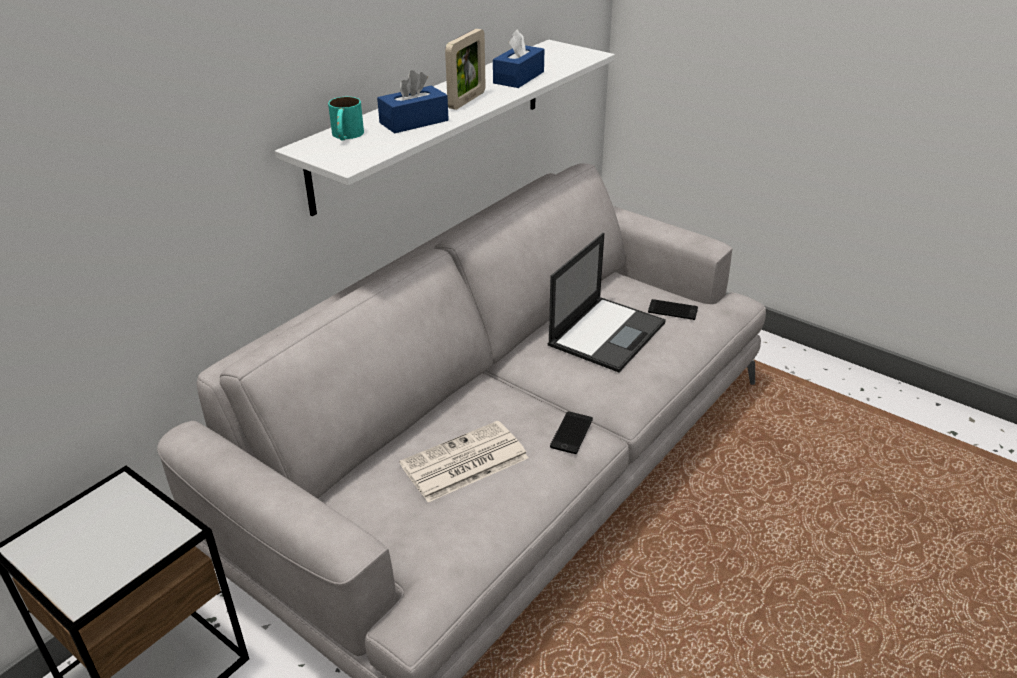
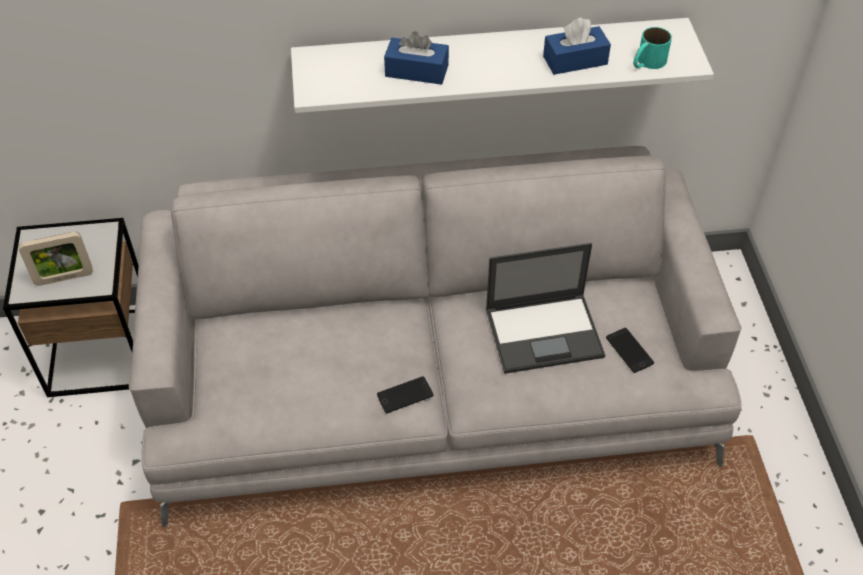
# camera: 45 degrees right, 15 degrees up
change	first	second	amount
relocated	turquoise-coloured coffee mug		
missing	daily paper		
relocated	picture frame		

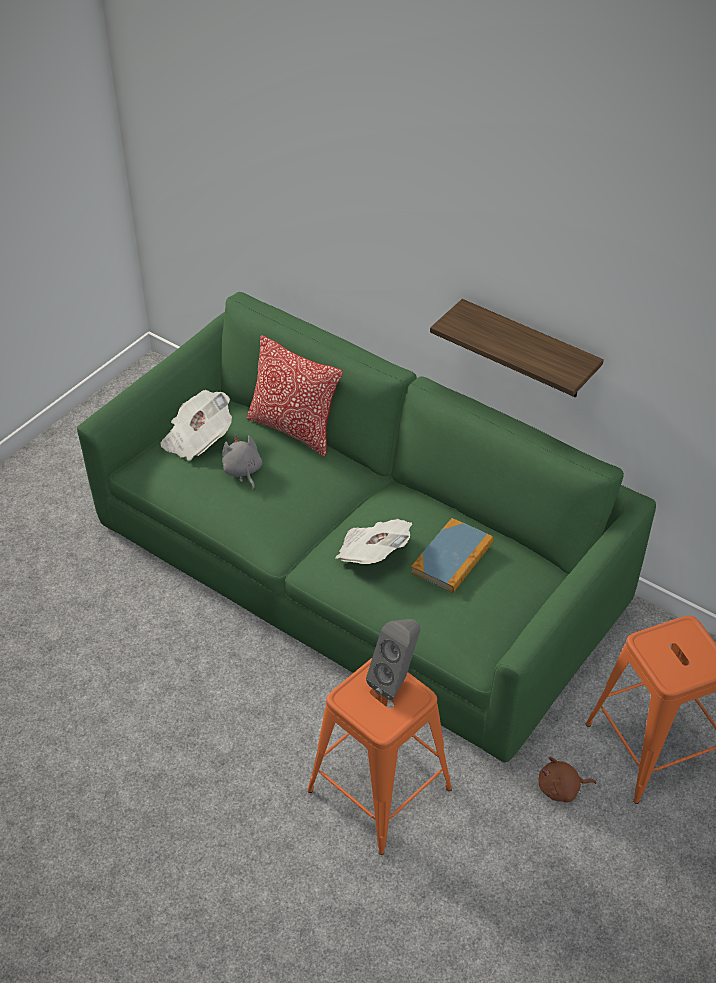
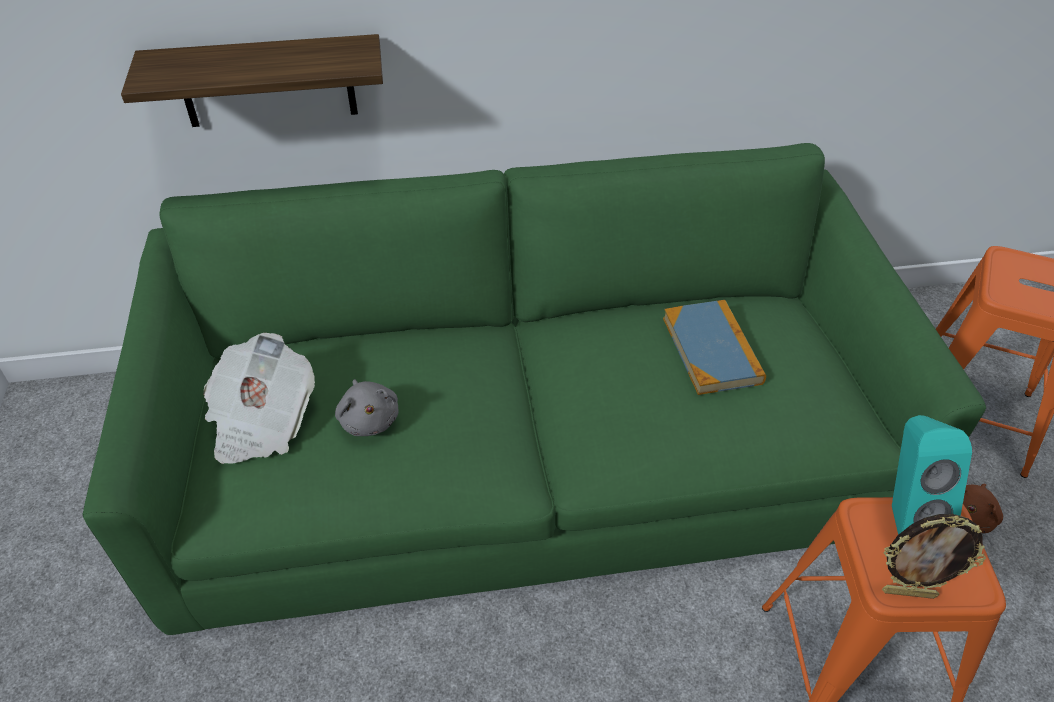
# camera: 45 degrees left, 0 degrees up
change	first	second	amount
spun	greyish soft toy		135 degrees counterclockwise
missing	cushion		
missing	daily paper (no. 2 from left)		
colour	greyish loudspeaker	turquoise-coloured loudspeaker	
relocated	wall shelf		
appeared		picture frame	

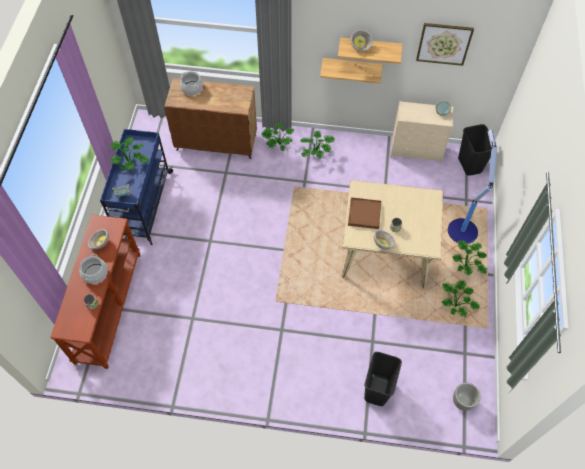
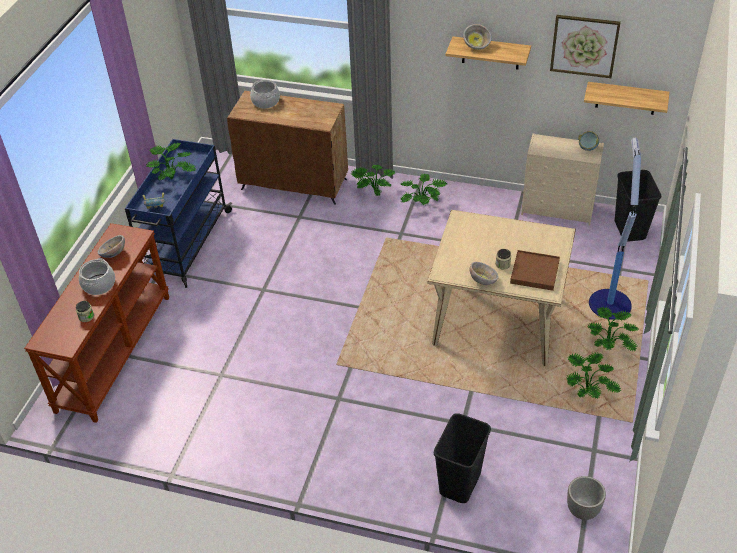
# camera: 10 degrees right, 15 degrees down
change	first	second	amount
relocated	wall shelf (no. 1 from left in the first image)	wall shelf (no. 2 from left)	
relocated	brown carrying tray		

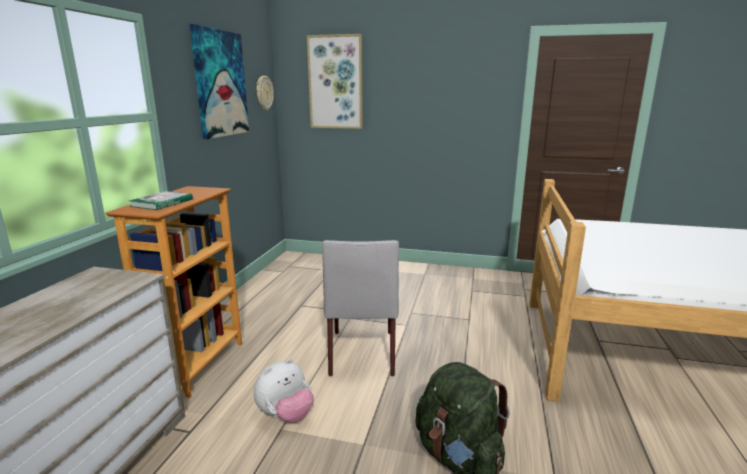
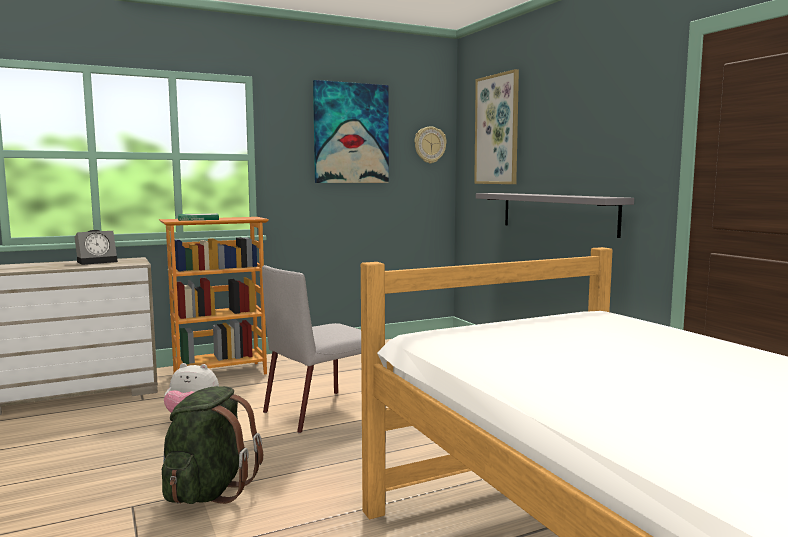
# camera: 50 degrees right, 10 degrees down
change	first	second	amount
appeared		table clock	
appeared		greyish wall shelf	

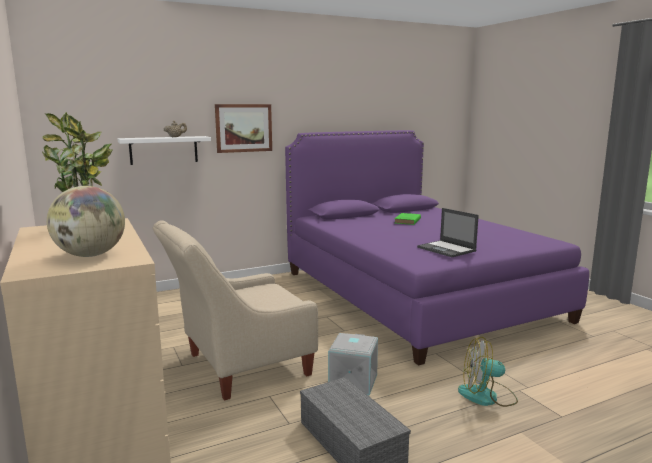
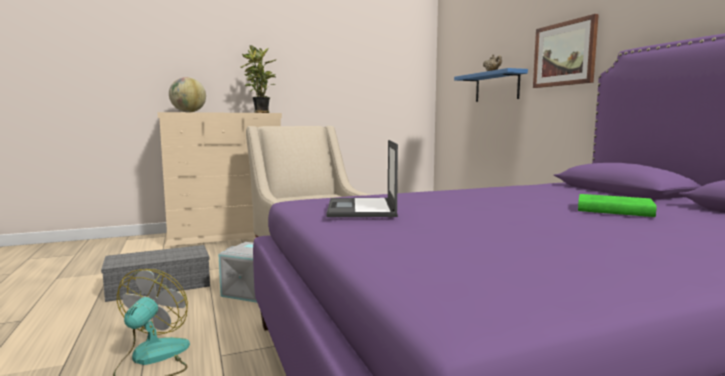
# camera: 95 degrees right, 5 degrees down
change	first	second	amount
colour	white wall shelf	blue wall shelf	
spun	laptop		60 degrees counterclockwise

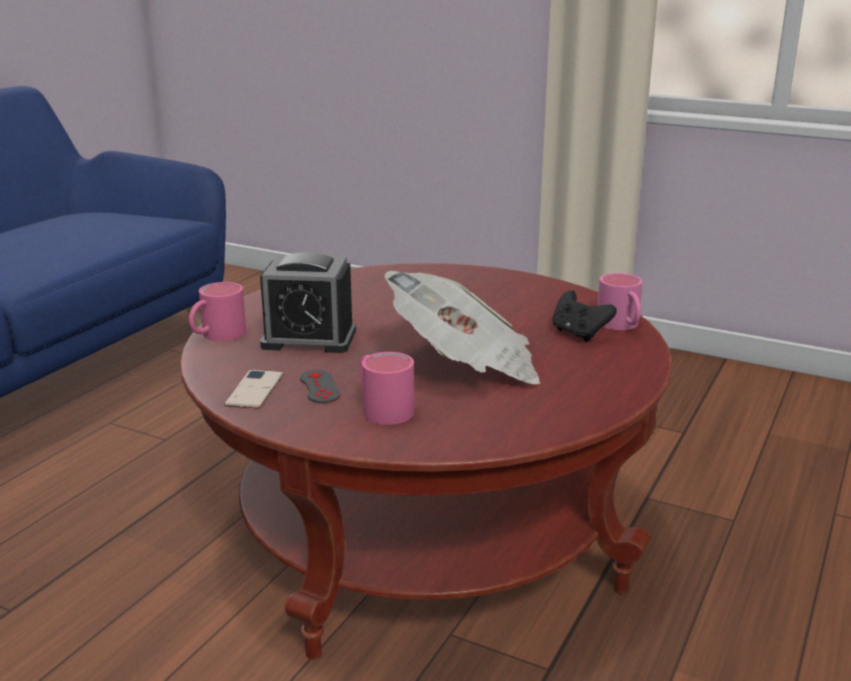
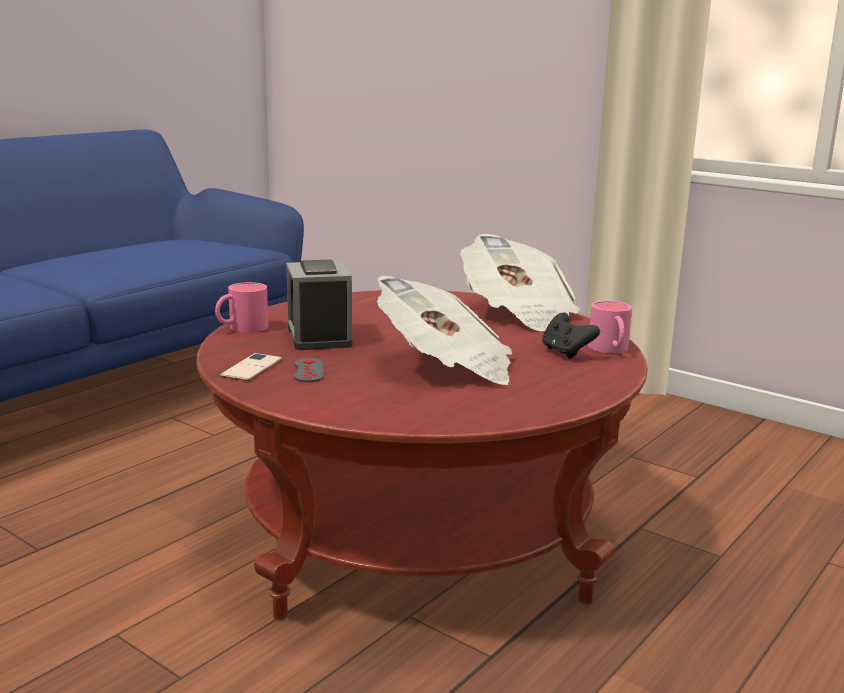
# camera: 10 degrees right, 5 degrees down
change	first	second	amount
spun	table clock		60 degrees clockwise
missing	pinkish coffee mug (no. 2 from left)		
appeared		daily paper (no. 2 from left)	

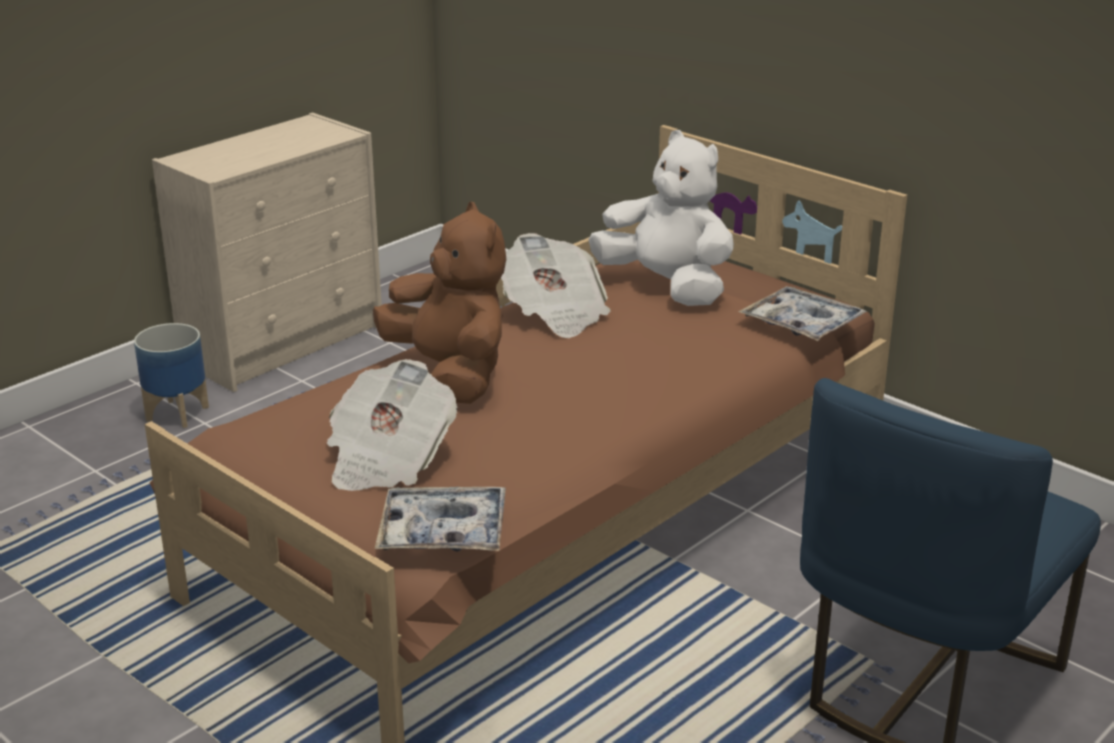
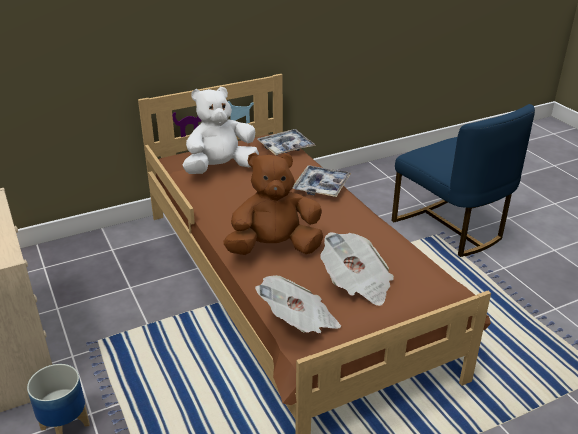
# camera: 70 degrees left, 5 degrees up
change	first	second	amount
relocated	carrying tray (no. 1 from left in the first image)	carrying tray (no. 2 from left)	
relocated	daily paper (no. 2 from left in the first image)	daily paper (no. 1 from left)	

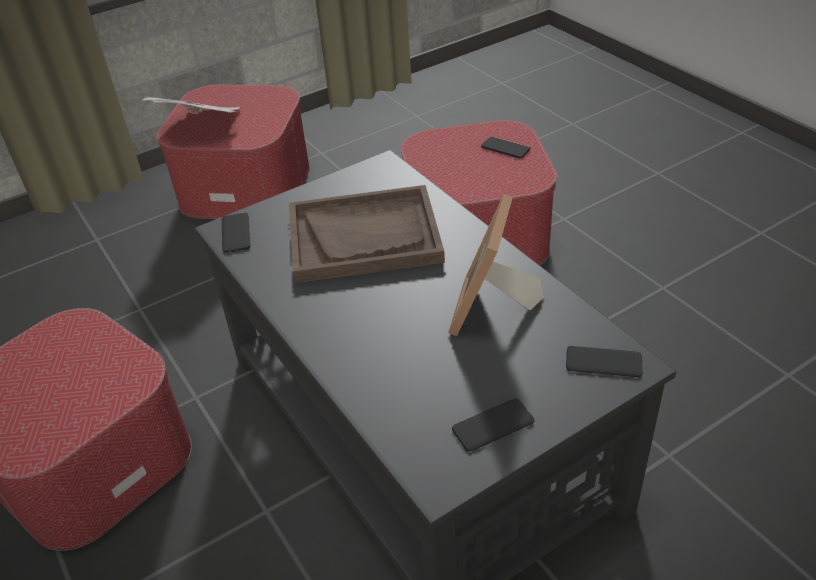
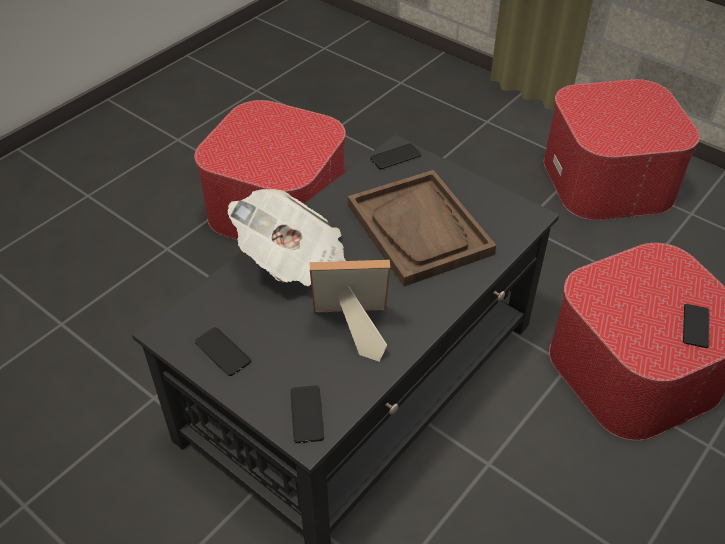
# camera: 70 degrees right, 5 degrees up
change	first	second	amount
relocated	daily paper		

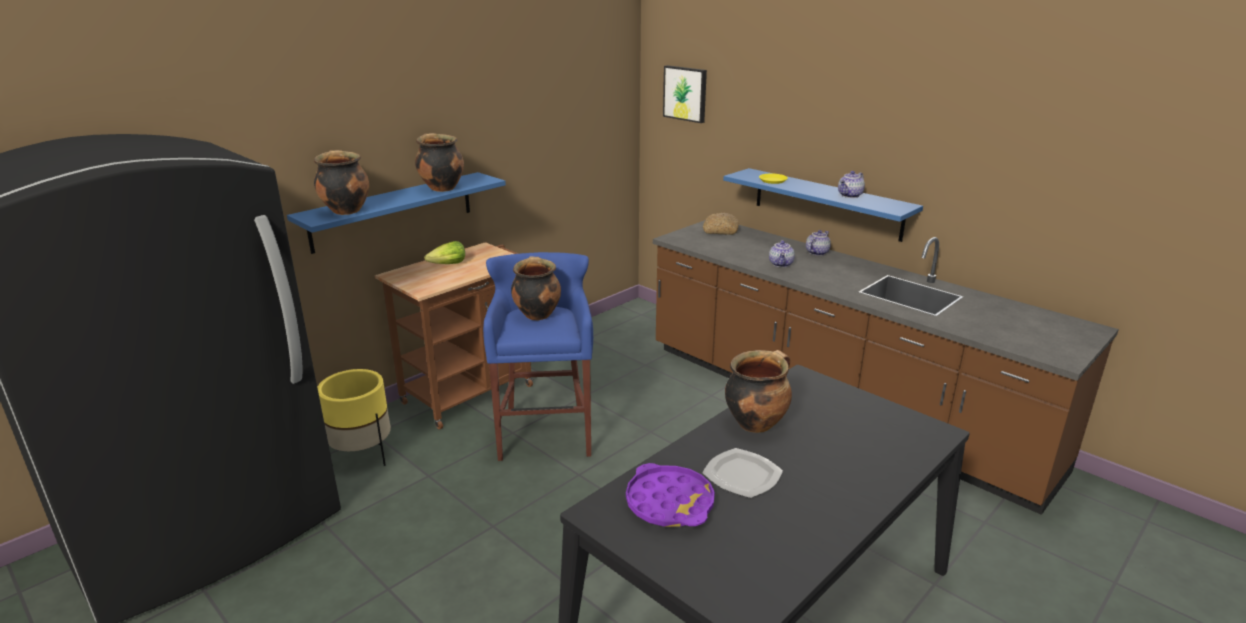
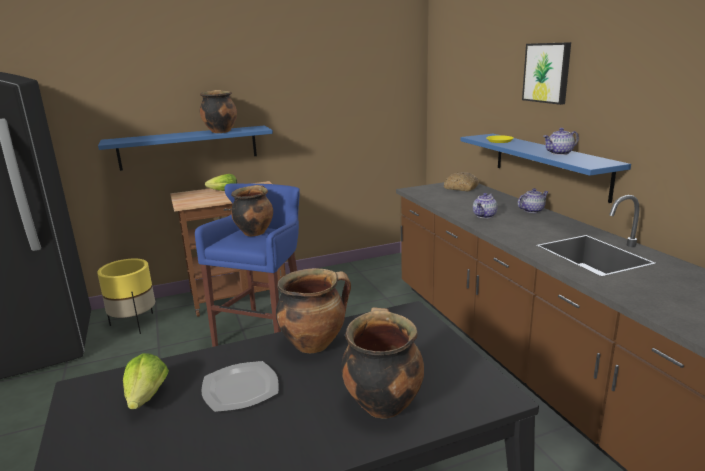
# camera: 25 degrees right, 5 degrees down
change	first	second	amount
relocated	saucepot (no. 1 from left in the first image)	saucepot (no. 4 from left)	
exchanged	purple-coloured carrying tray	head of lettuce (no. 1 from left)	
relocated	wall picture		

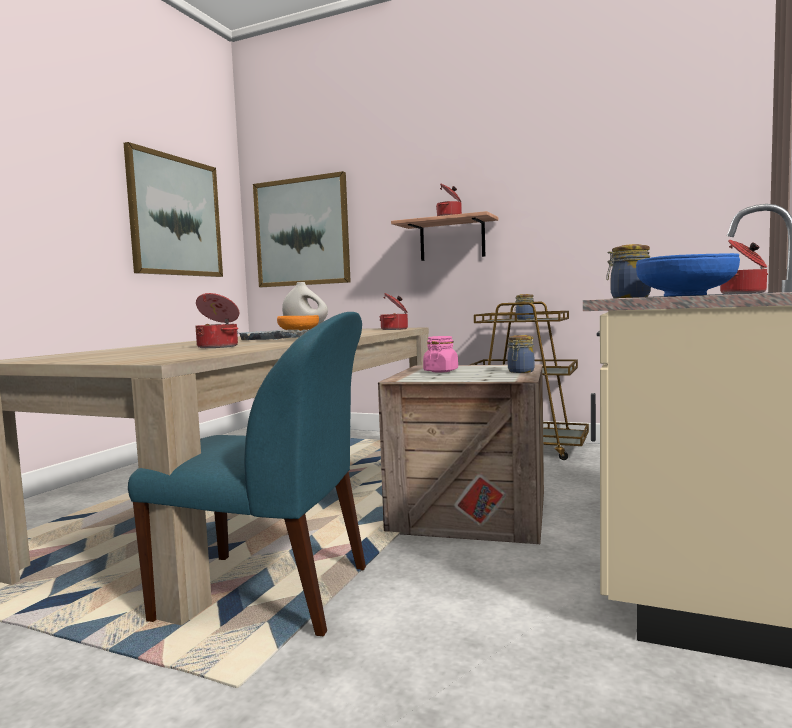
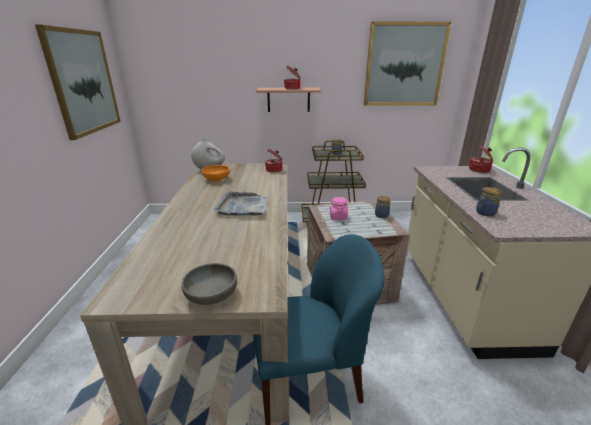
# camera: 25 degrees left, 20 degrees up
change	first	second	amount
missing	saucepot (no. 1 from left)		
relocated	wall picture (no. 2 from left)		
missing	blue serving bowl		
appeared		greyish serving bowl	

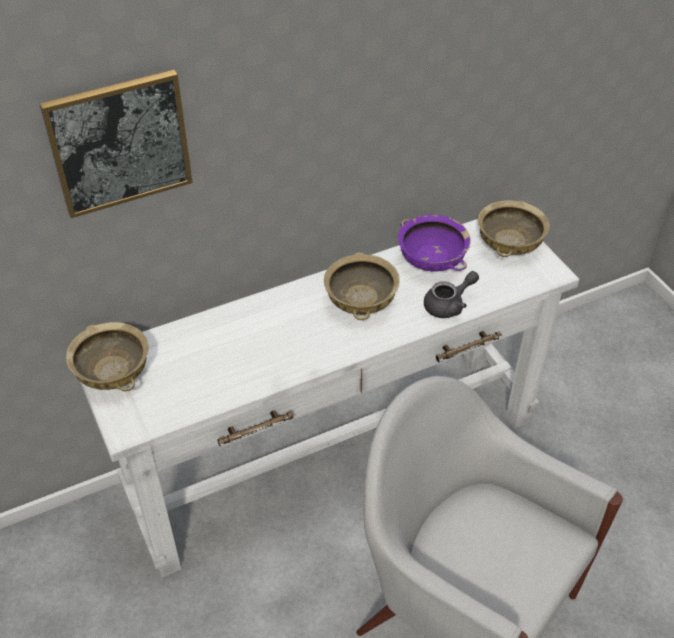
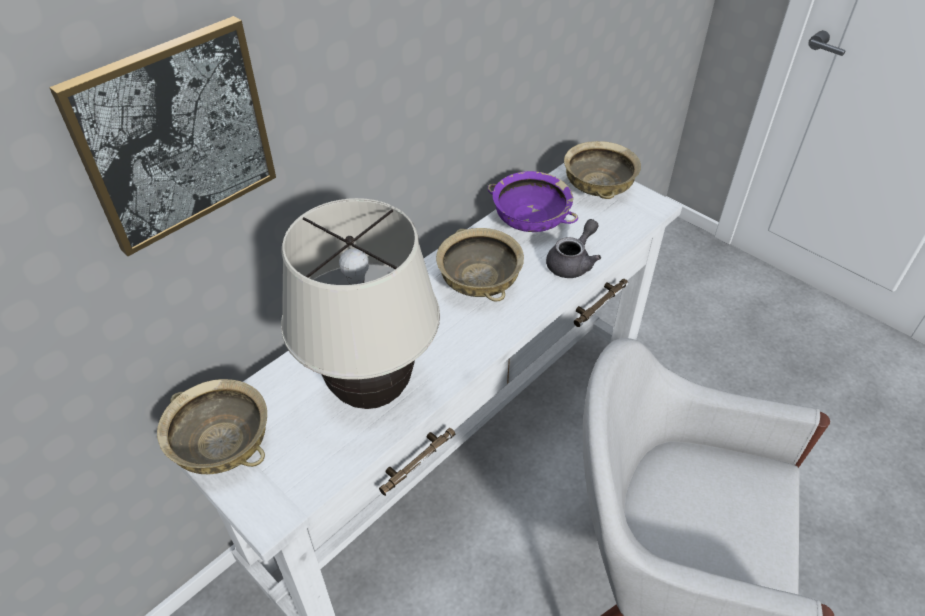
# camera: 20 degrees left, 0 degrees up
change	first	second	amount
appeared		beige table lamp	

